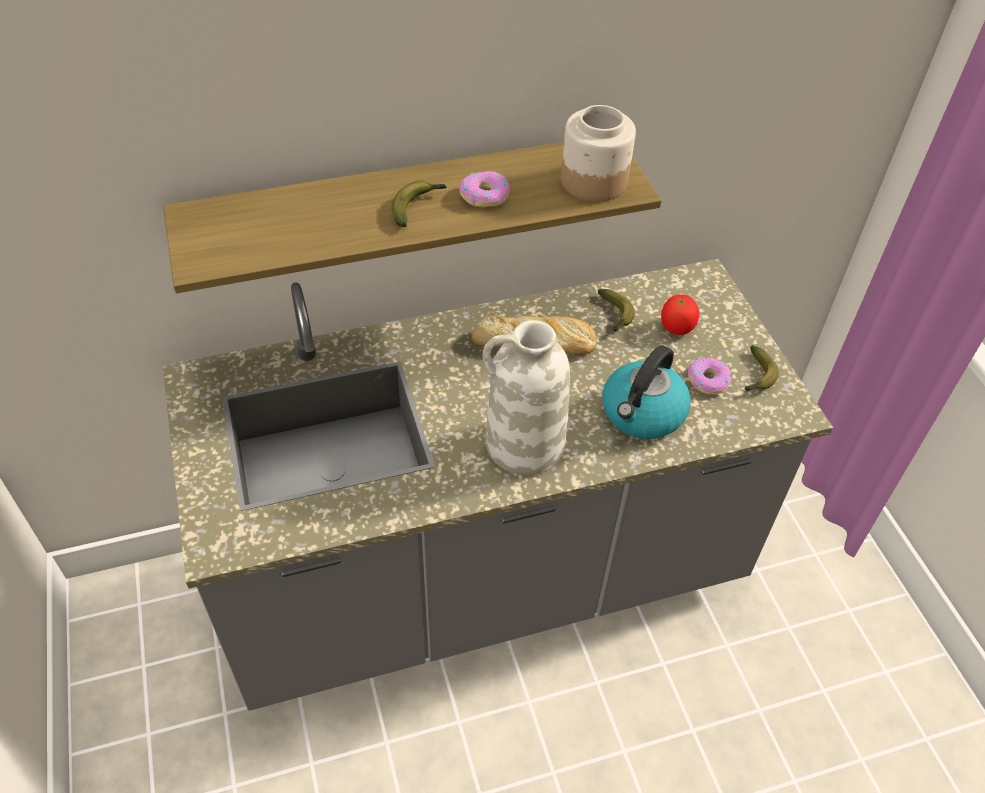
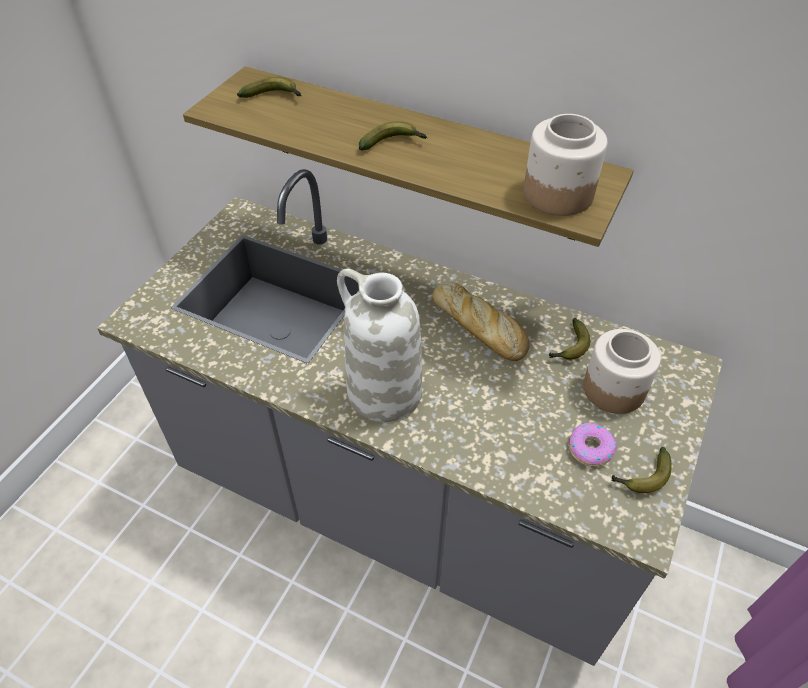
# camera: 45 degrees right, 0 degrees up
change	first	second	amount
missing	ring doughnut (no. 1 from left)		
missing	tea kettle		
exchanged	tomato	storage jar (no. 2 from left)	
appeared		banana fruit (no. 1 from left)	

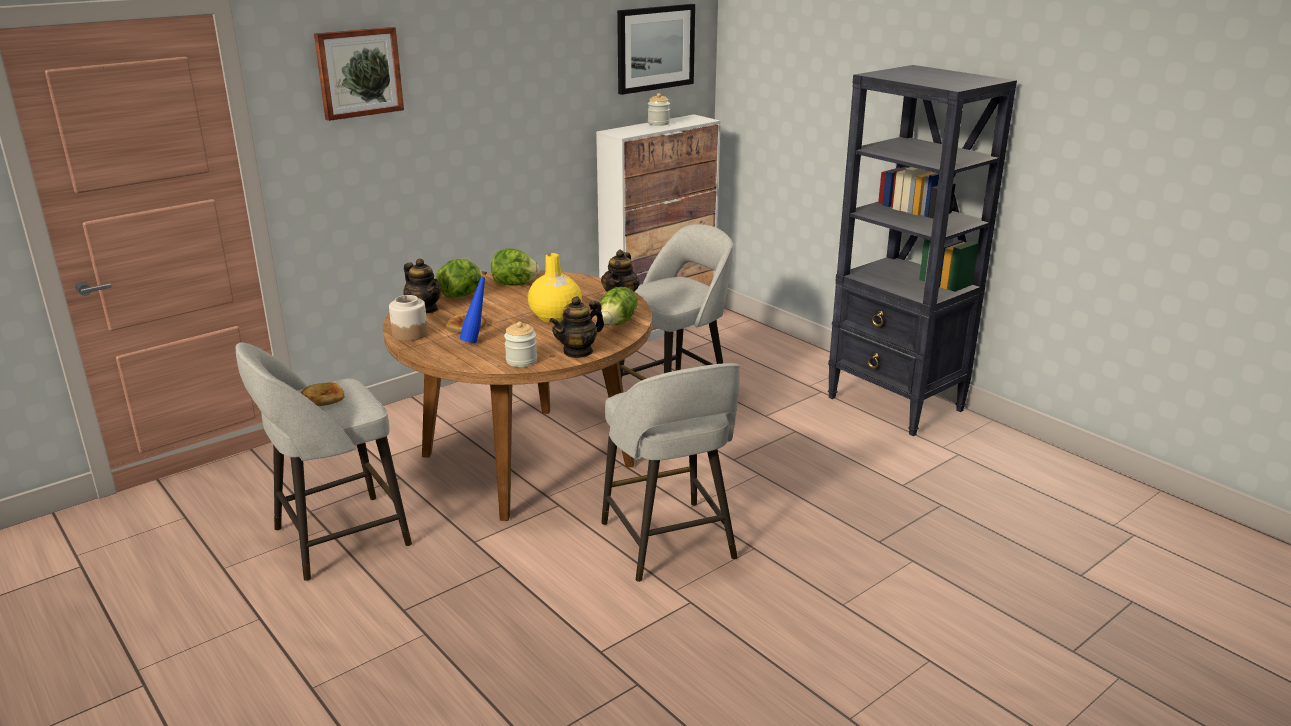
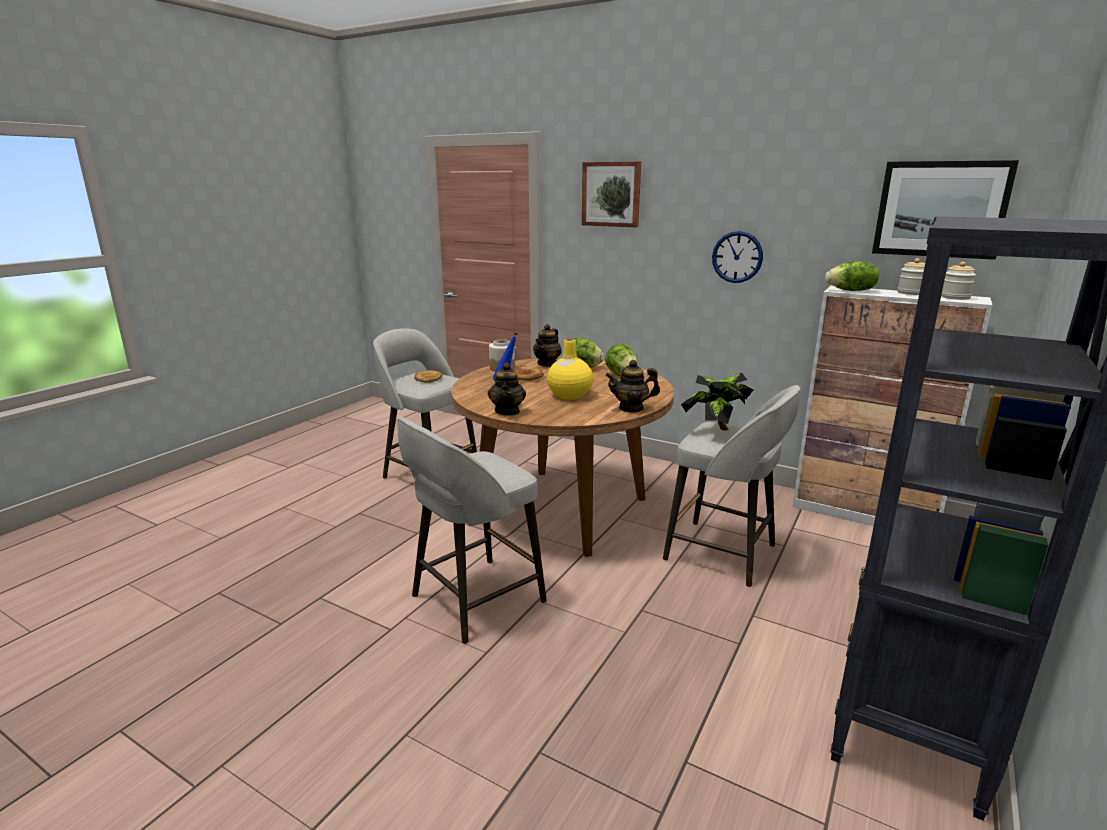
# camera: 70 degrees right, 5 degrees down
change	first	second	amount
relocated	storage jar (no. 2 from left in the first image)	storage jar (no. 3 from left)	
spun	teapot (no. 2 from left in the first image)	teapot (no. 1 from left)	120 degrees counterclockwise
relocated	head of lettuce (no. 3 from left)		
appeared		plant in a pot	
appeared		hanging clock	

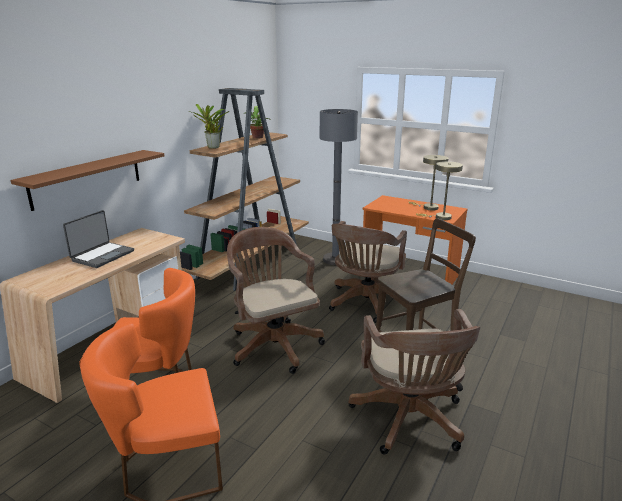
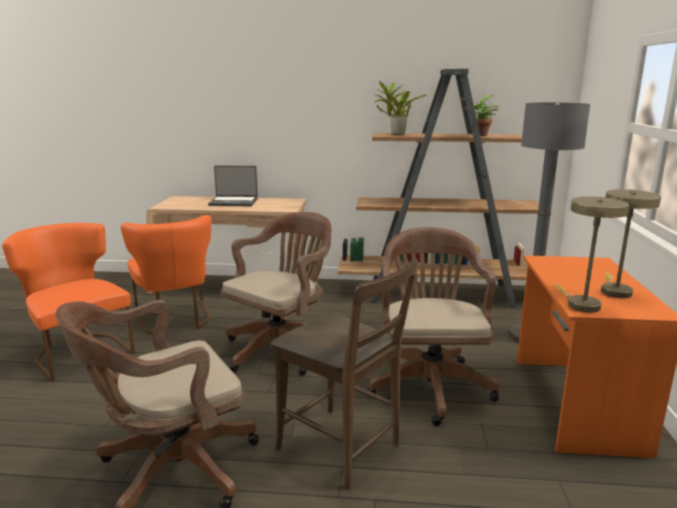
# camera: 65 degrees right, 5 degrees down
change	first	second	amount
missing	brown wall shelf		
spun	brown office chair (no. 2 from left in the first image)	brown office chair (no. 3 from left)	90 degrees clockwise

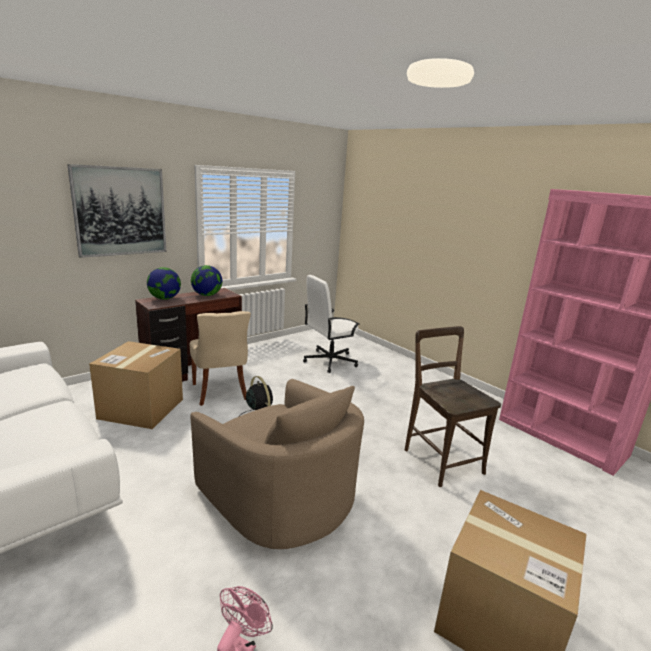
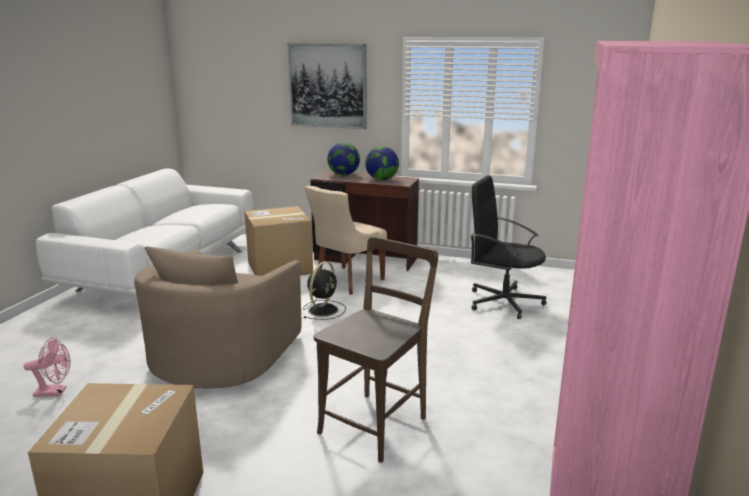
# camera: 60 degrees right, 0 degrees up
change	first	second	amount
colour	white office chair	black-coloured office chair	

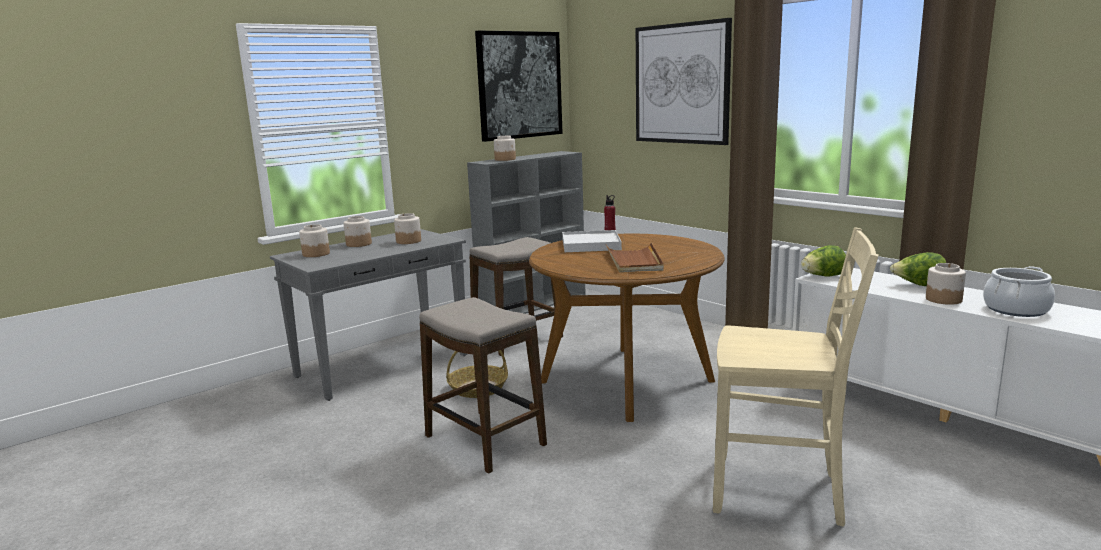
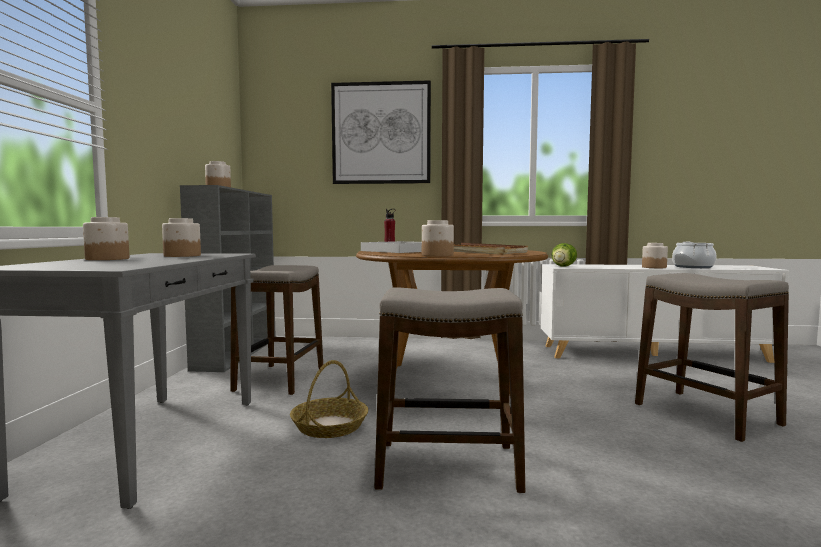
# camera: 45 degrees left, 10 degrees down
change	first	second	amount
relocated	storage jar (no. 1 from left in the first image)	storage jar (no. 4 from left)	
missing	wall picture (no. 1 from left)		
exchanged	beige upright chair	stool (no. 3 from left)	
missing	head of lettuce (no. 2 from left)		

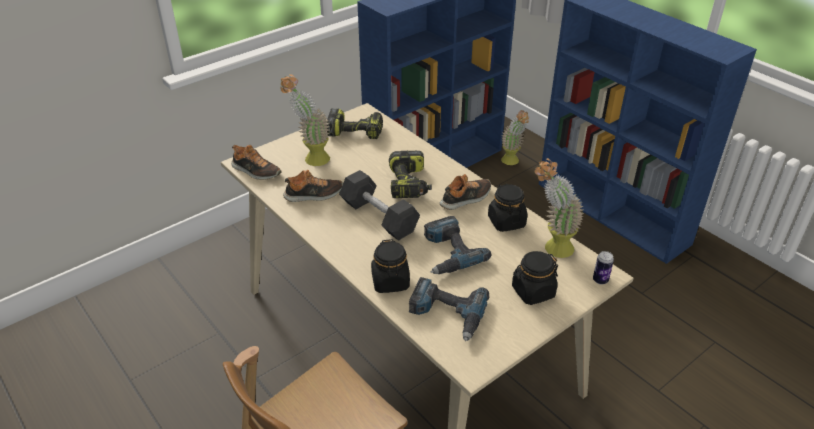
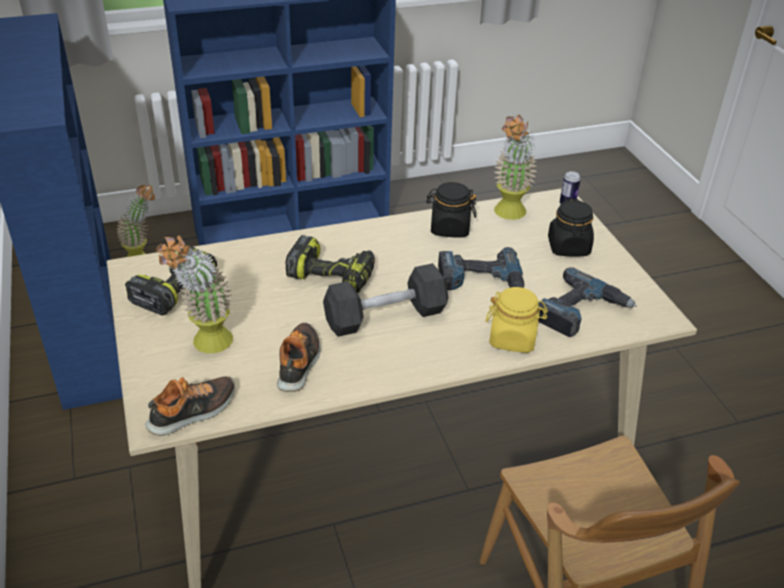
# camera: 70 degrees left, 0 degrees up
change	first	second	amount
colour	black-coloured storage jar (no. 1 from left)	yellowish storage jar	
missing	shoe (no. 3 from left)		

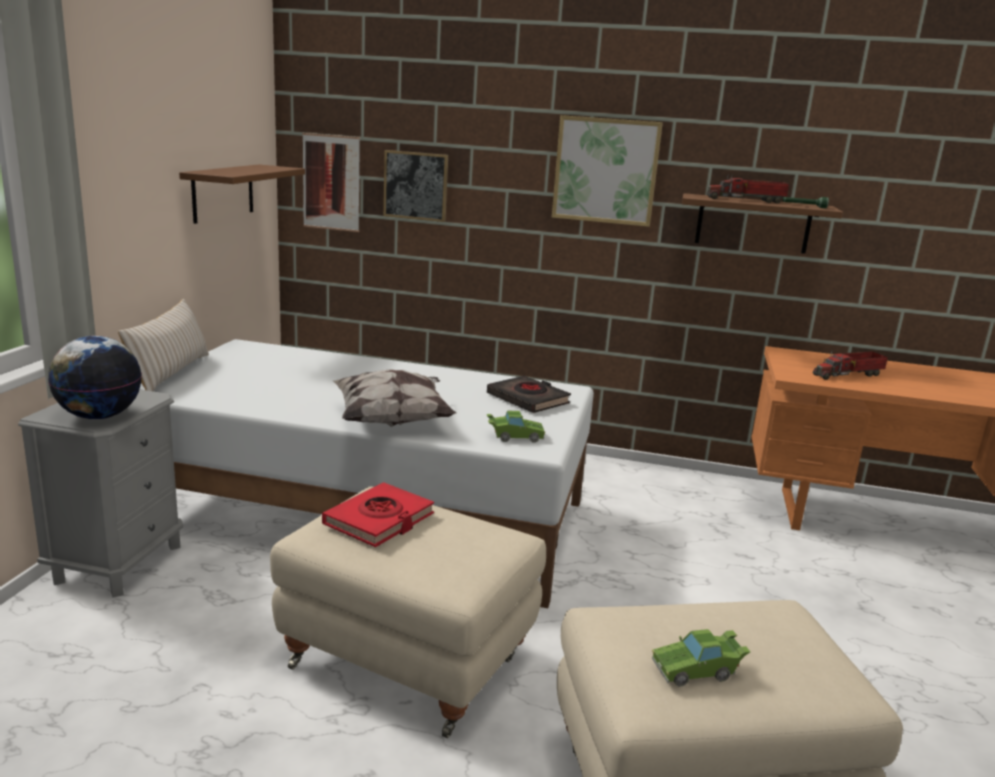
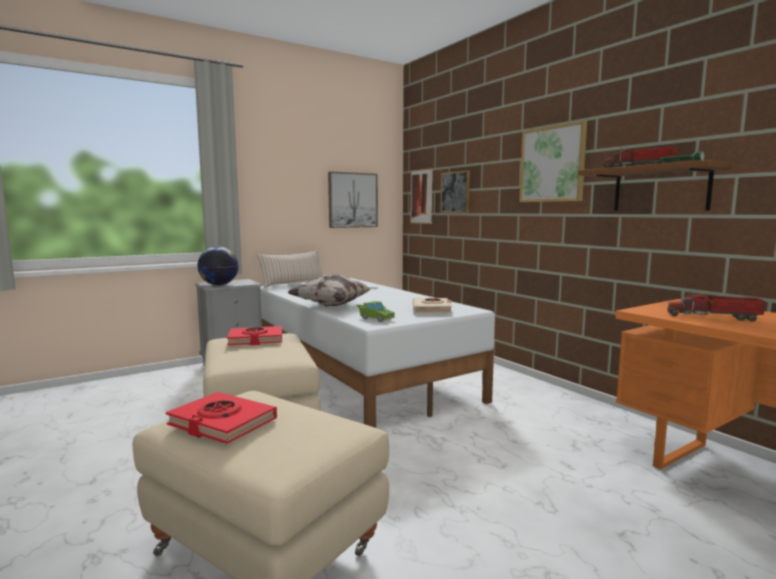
# camera: 45 degrees right, 10 degrees down
change	first	second	amount
exchanged	brown wall shelf (no. 1 from left)	wall picture (no. 1 from left)	
colour	black-coloured volume	beige volume	
exchanged	greenish toy car (no. 2 from left)	red-coloured volume (no. 1 from left)	

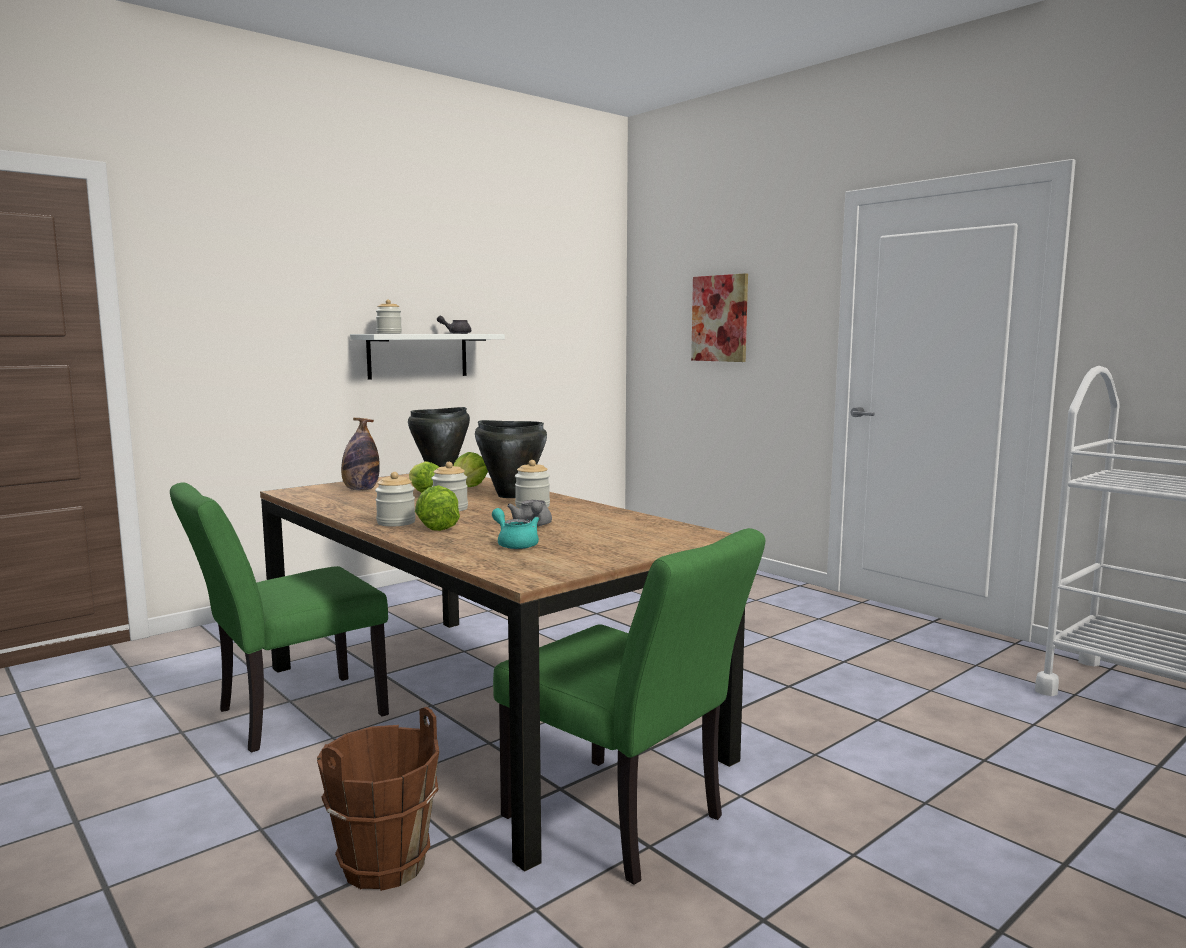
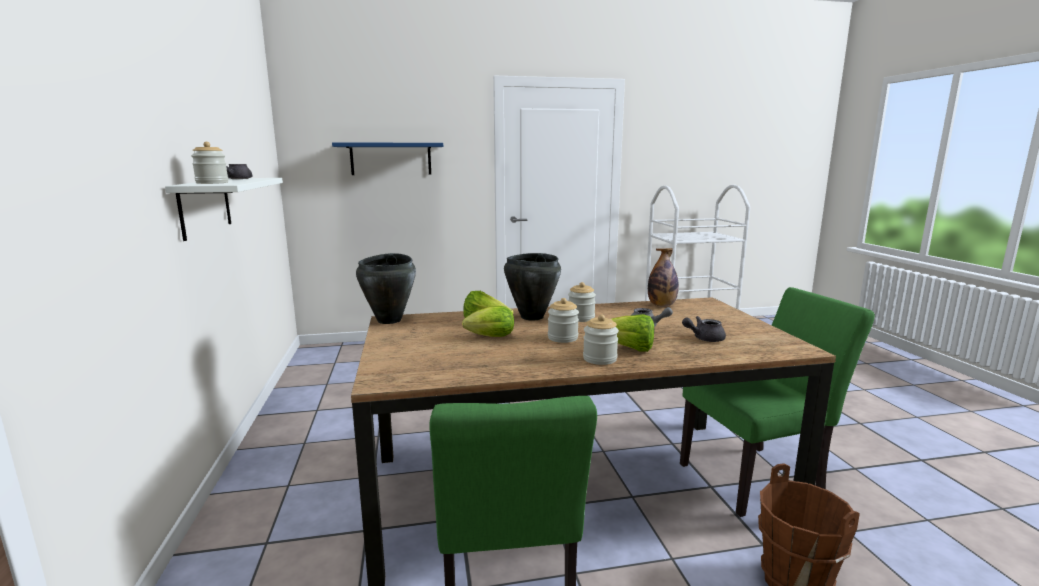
# camera: 60 degrees left, 5 degrees up
change	first	second	amount
relocated	drink bottle		
colour	turquoise-coloured teapot	greyish teapot (no. 3 from left)	
exchanged	wall picture	blue wall shelf	

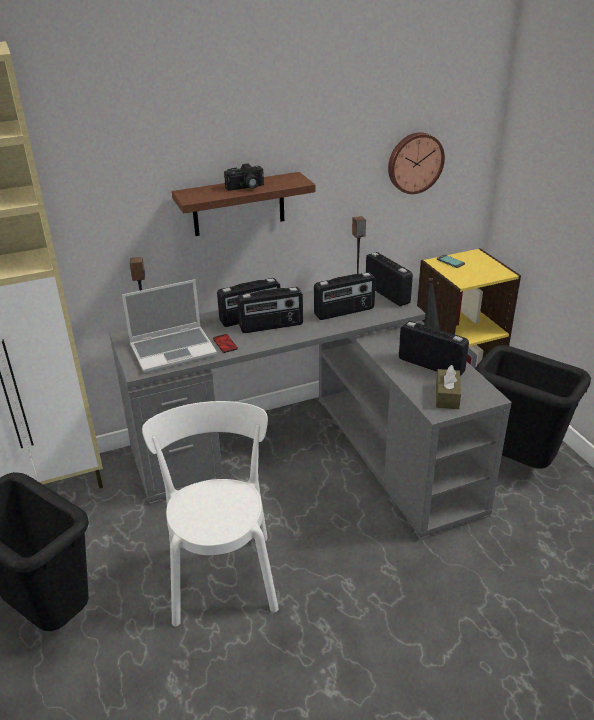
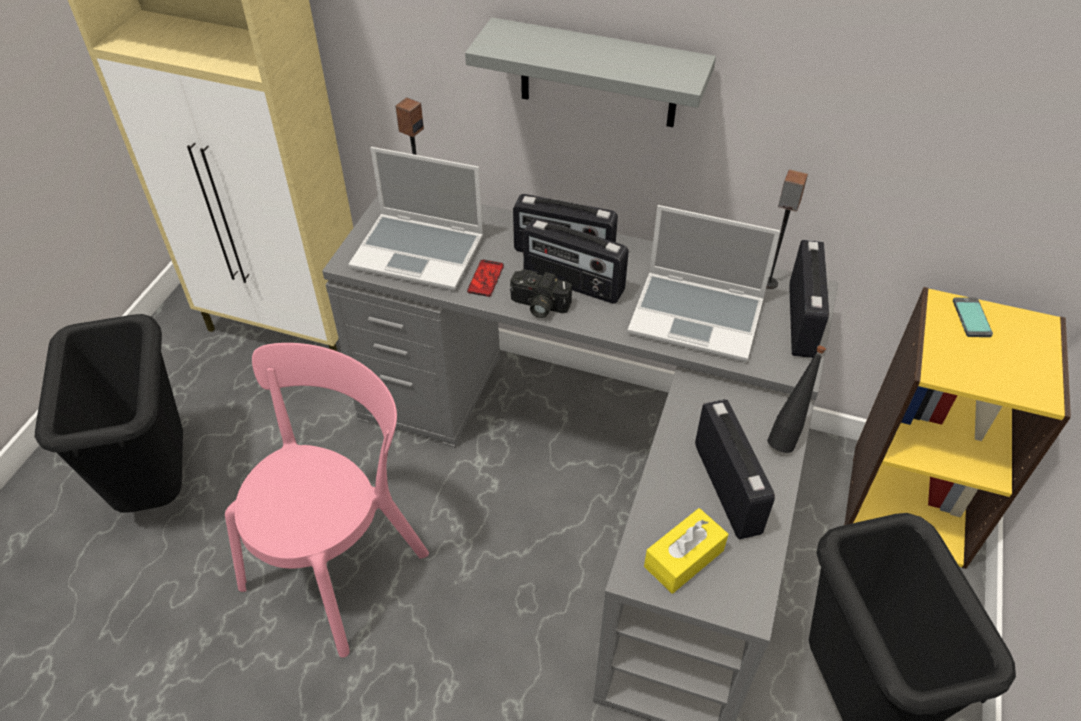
# camera: 40 degrees right, 15 degrees up
change	first	second	amount
colour	white upright chair	pinkish upright chair	
colour	brown wall shelf	greyish wall shelf	
relocated	photo camera		
exchanged	radio set (no. 3 from left)	laptop (no. 2 from left)	
missing	hanging clock		
colour	brown tissue holder	yellowish tissue holder	

